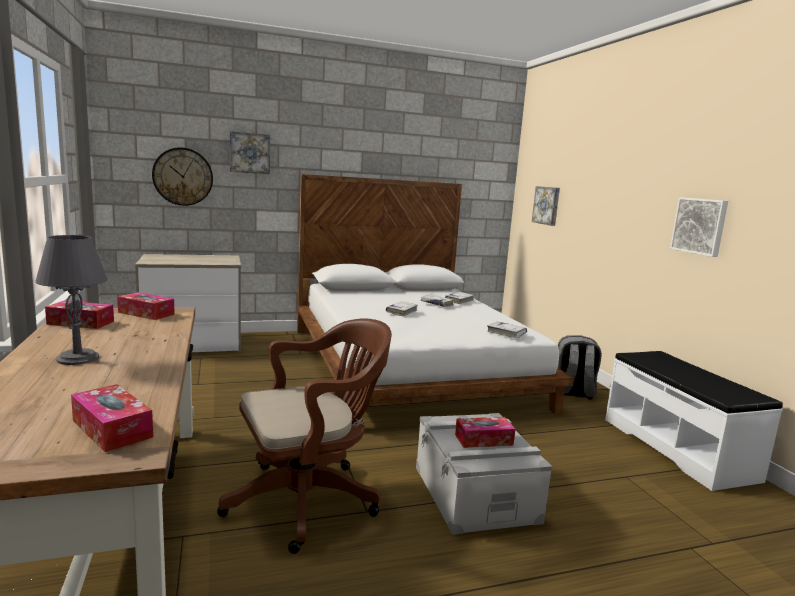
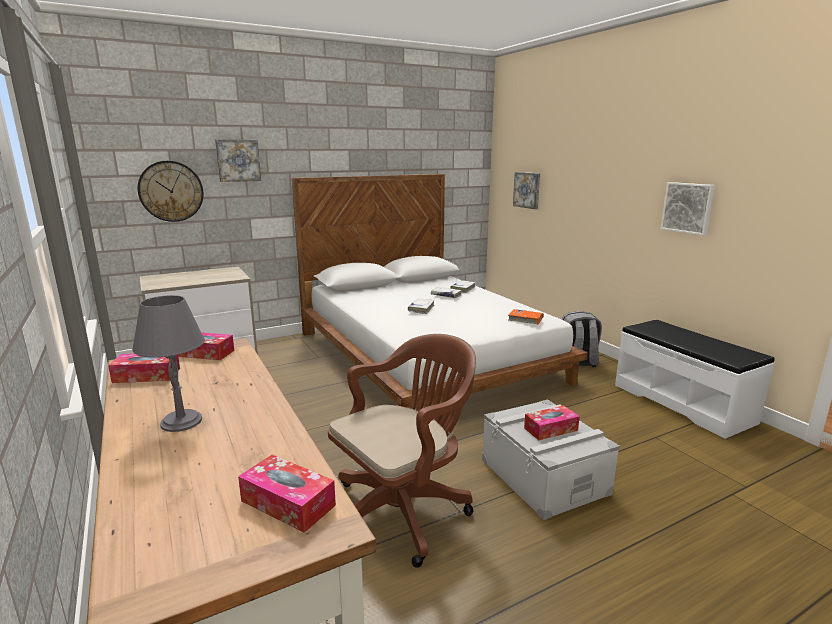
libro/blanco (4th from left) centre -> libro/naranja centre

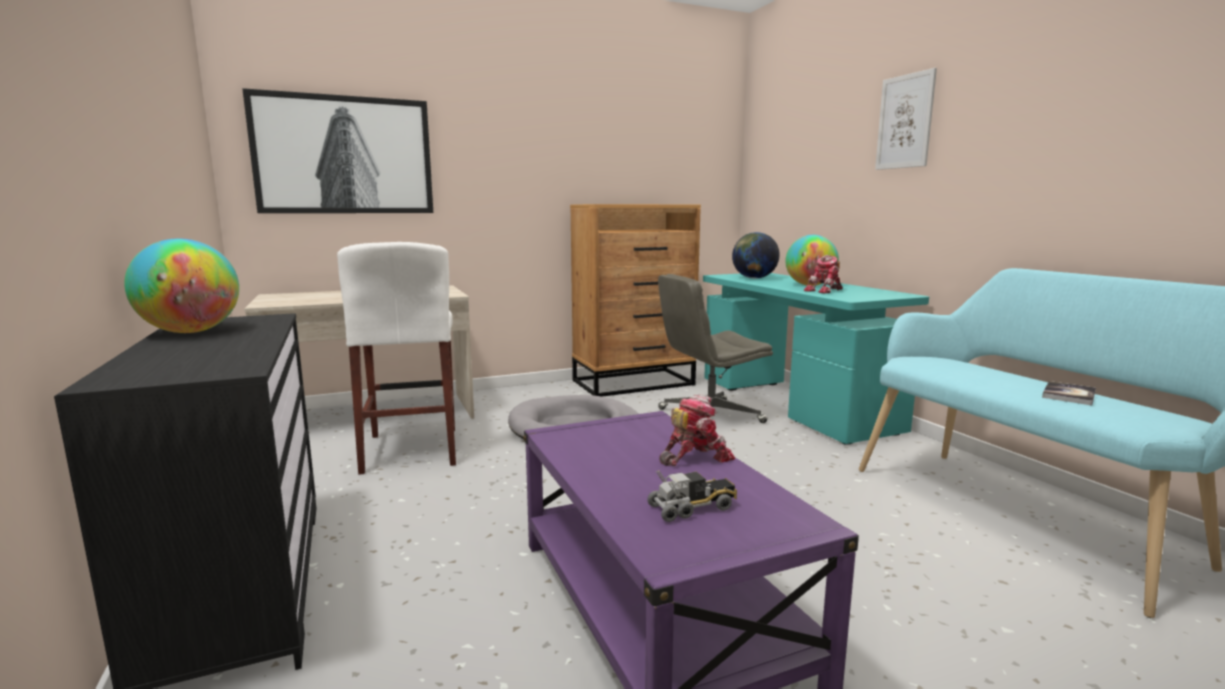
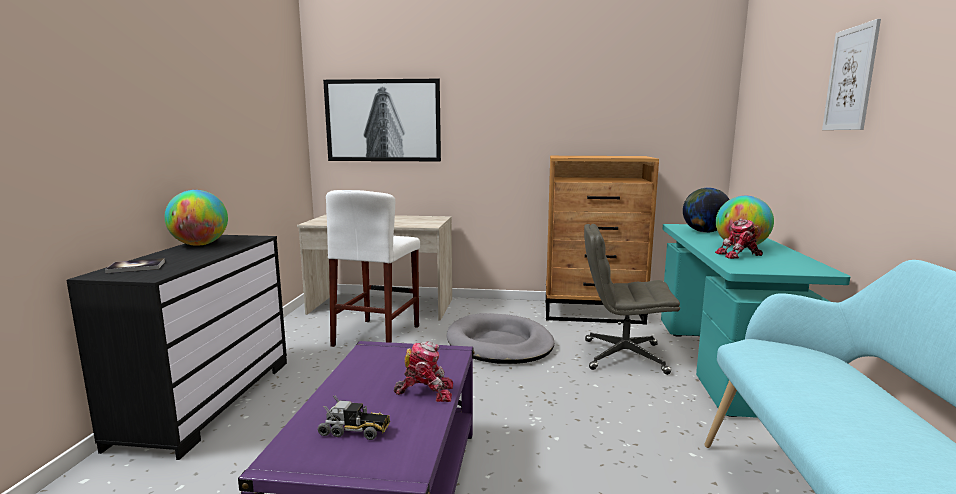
libro middle right -> libro middle left, moved

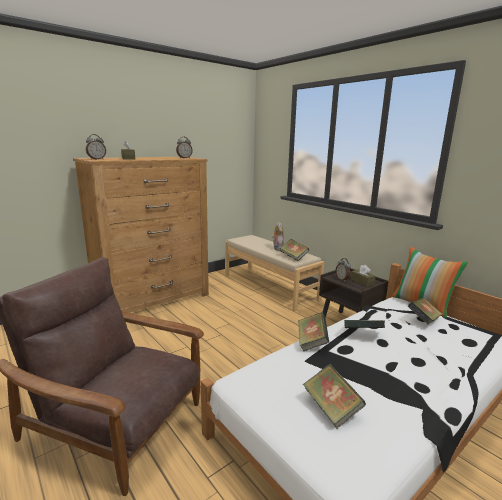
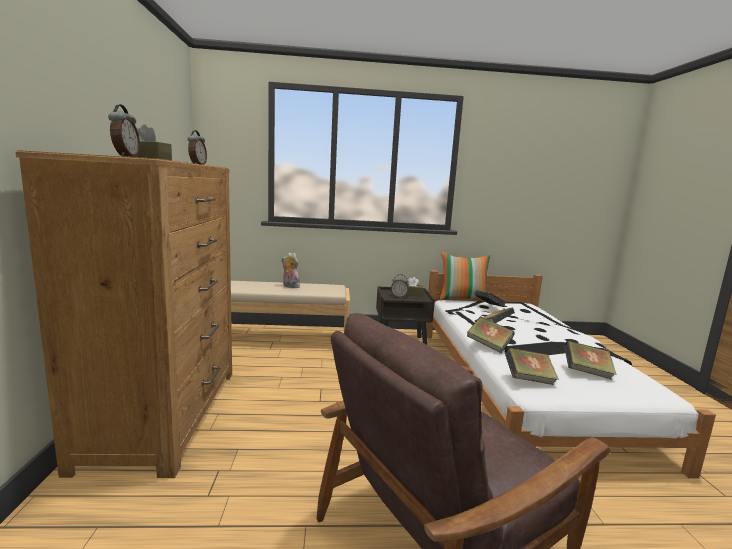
libro (1st from left in the first image) centre -> libro (4th from left) bottom right, moved

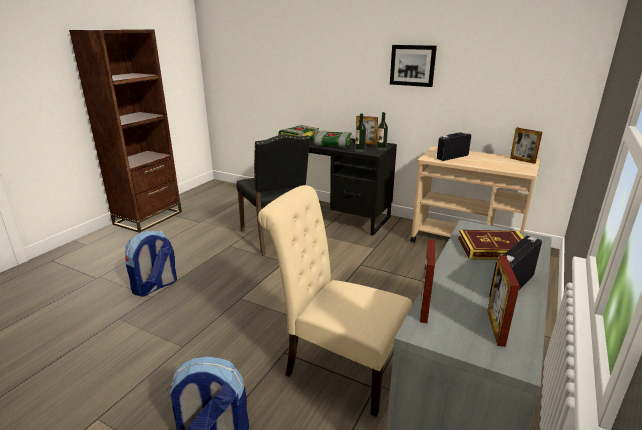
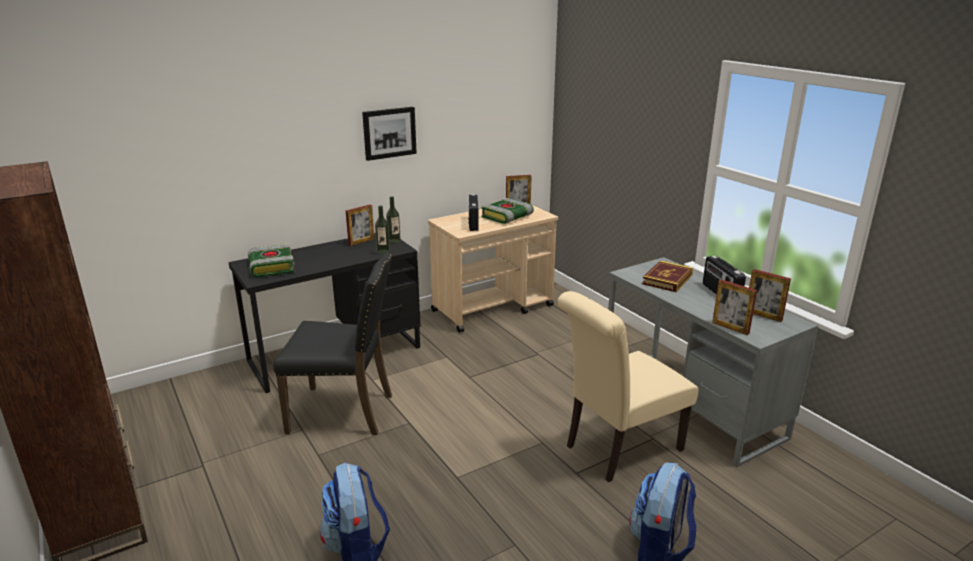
libro (2nd from left) top centre -> libro (2nd from left) centre, moved

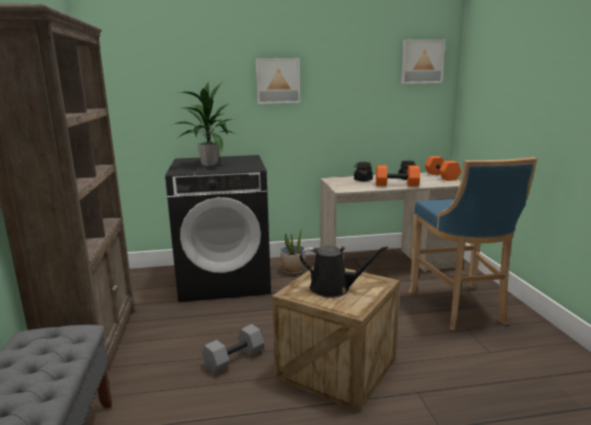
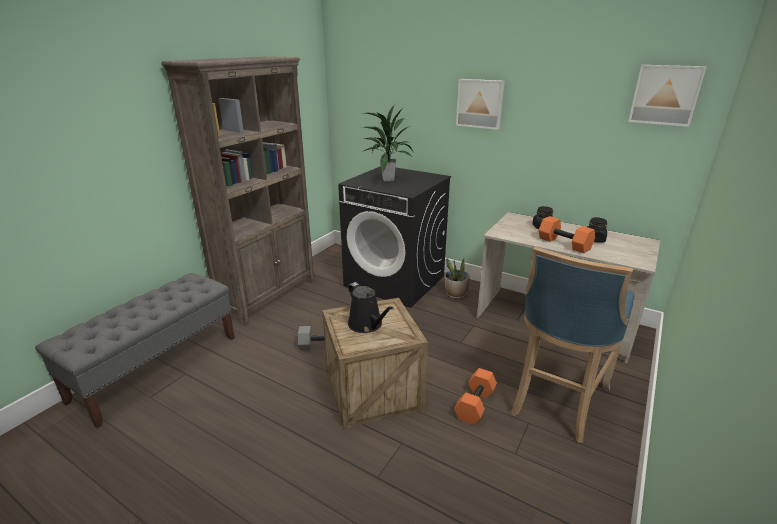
mancuerna/naranja (2nd from left in the first image) middle right -> mancuerna/naranja (1st from left) bottom centre, moved

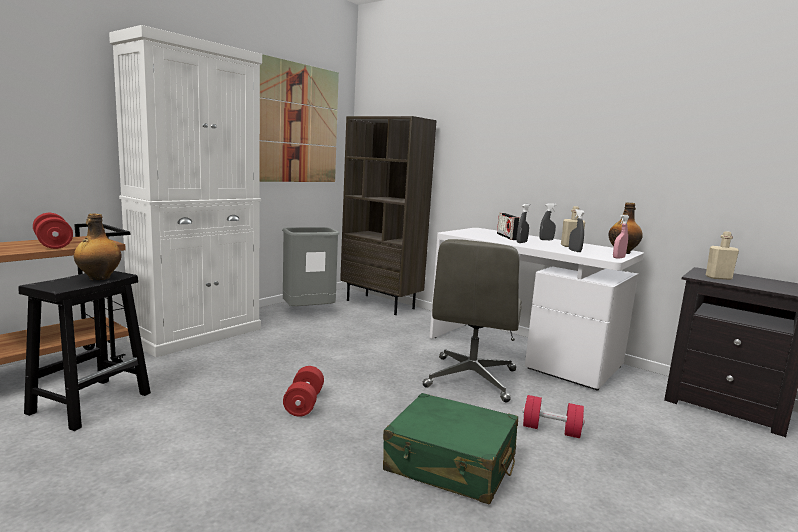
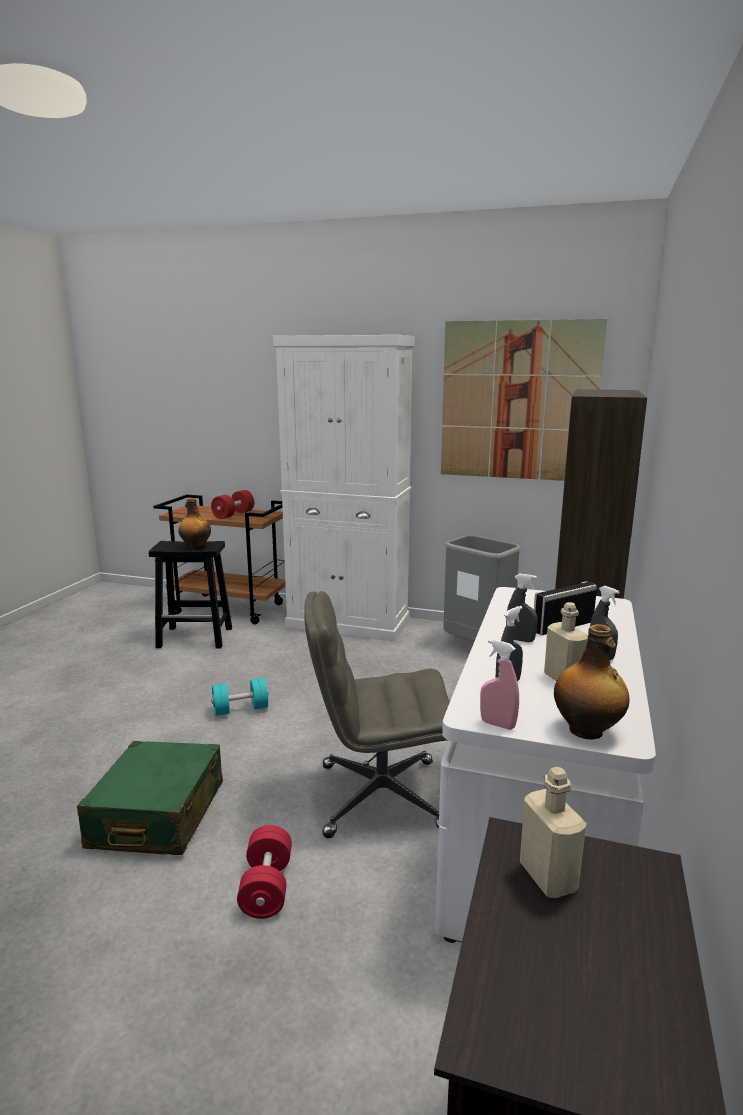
mancuerna/rojo (2nd from left) bottom centre -> mancuerna/turquesa middle left

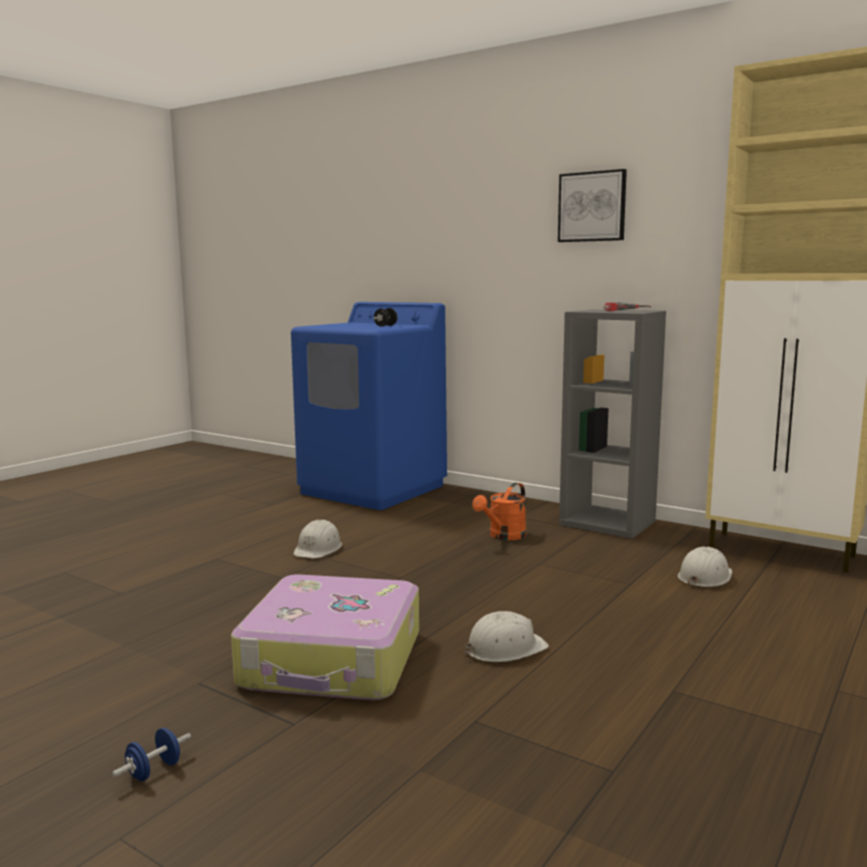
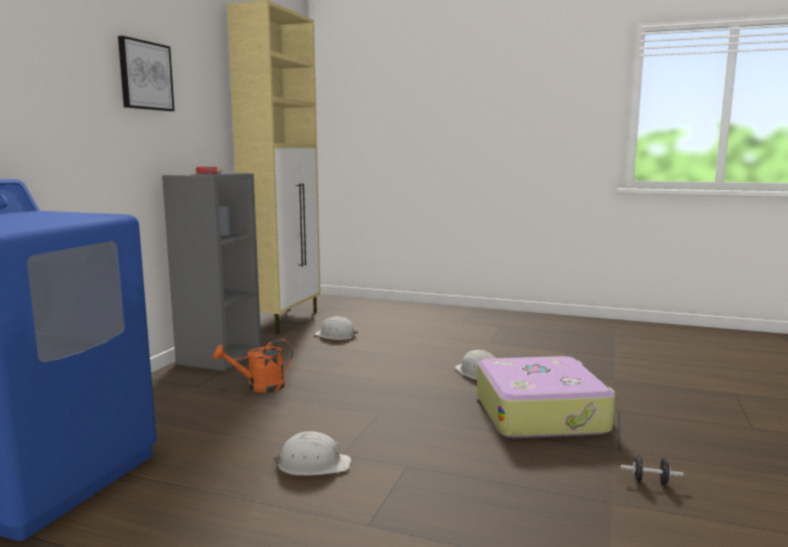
regadera/naranja centre -> regadera/naranja bottom left, 135 degrees clockwise
mancuerna/negro centre -> mancuerna/negro bottom right, moved
mancuerna/azul bottom left -> none

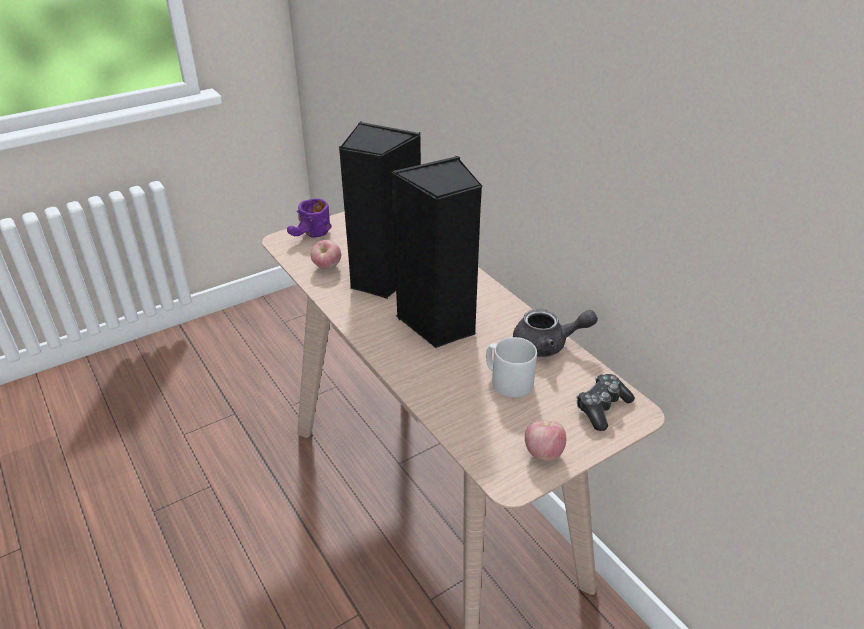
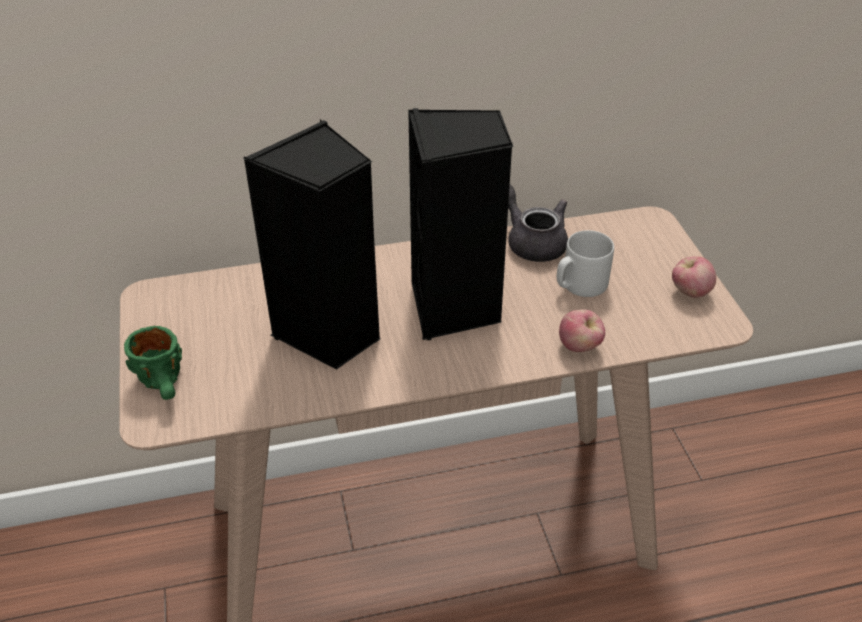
taza grande/morado centre -> taza grande/verde middle left
tetera/gris centre, 60 degrees counterclockwise
manzana (1st from left) centre -> manzana (1st from left) middle right, moved
mando de consola middle right -> none

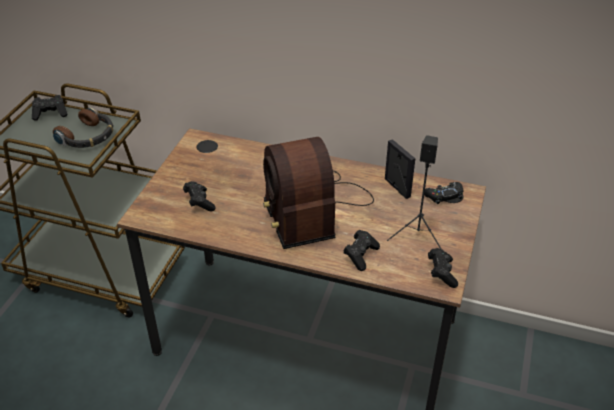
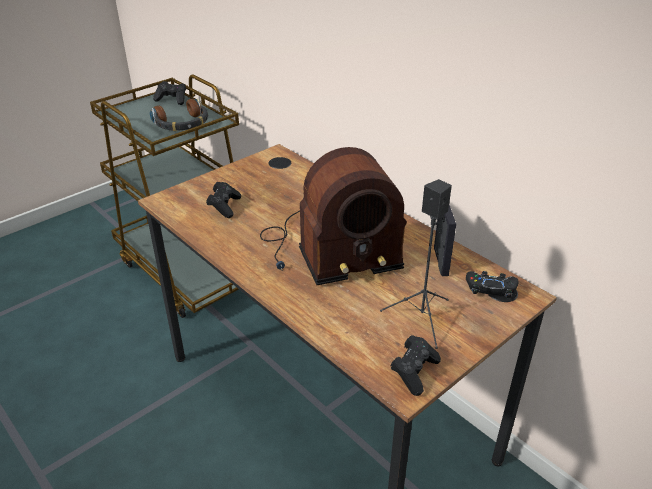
radio centre, 120 degrees counterclockwise
mando de consola/negro (3rd from left) centre -> none

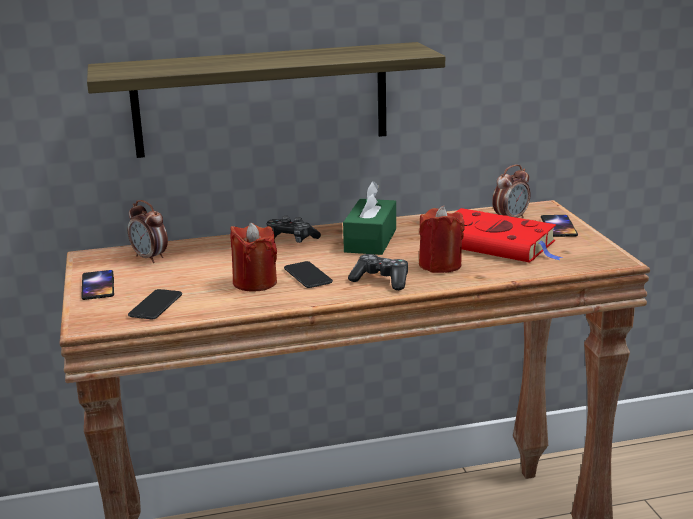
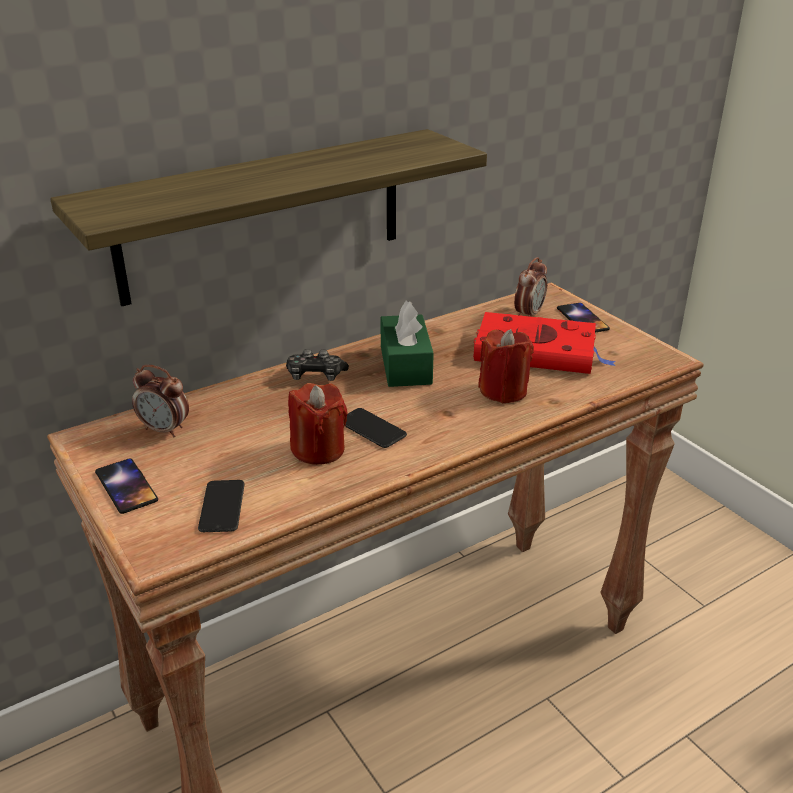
mando de consola (2nd from left) centre -> none

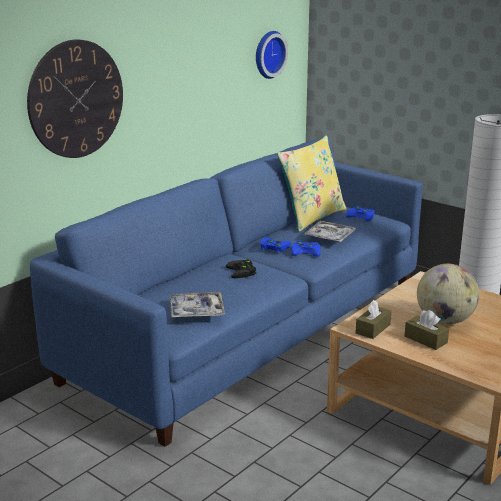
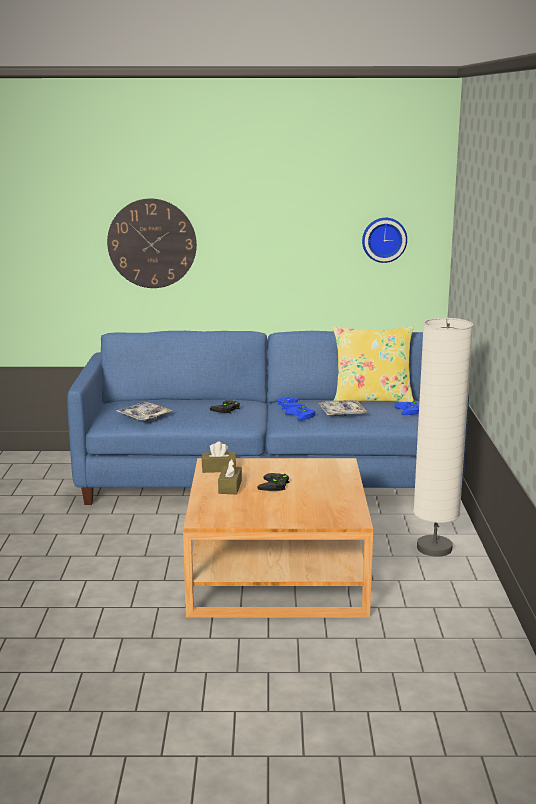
globo terráqueo middle right -> mando de consola/negro (2nd from left) centre

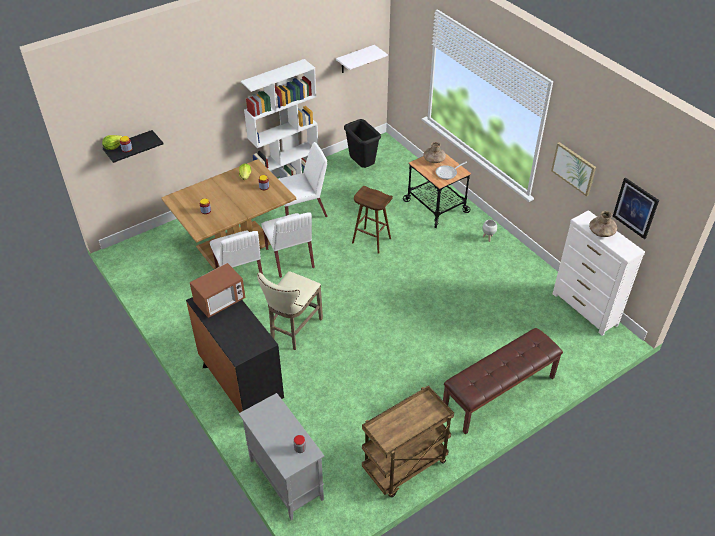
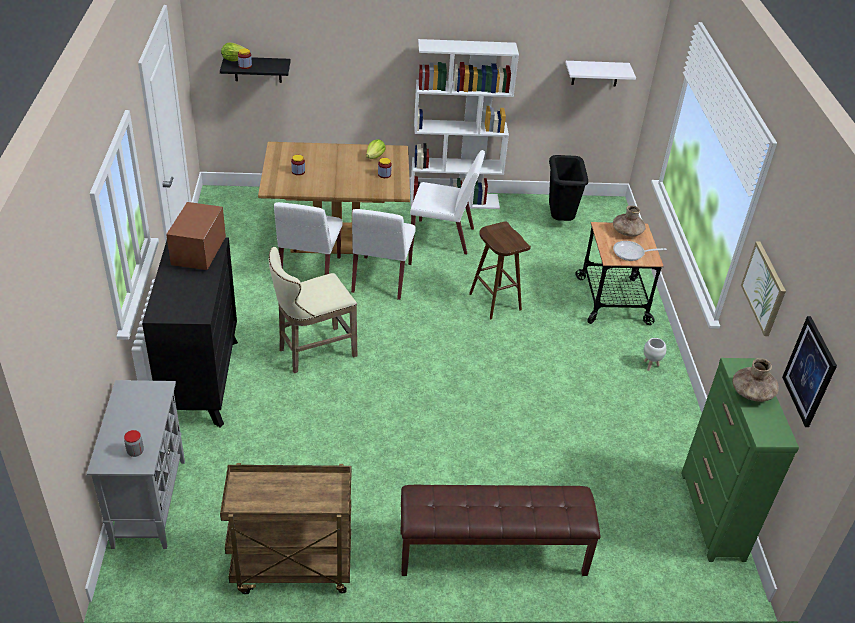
microondas middle left, 105 degrees clockwise
cómoda/blanco middle right -> cómoda/verde bottom right

